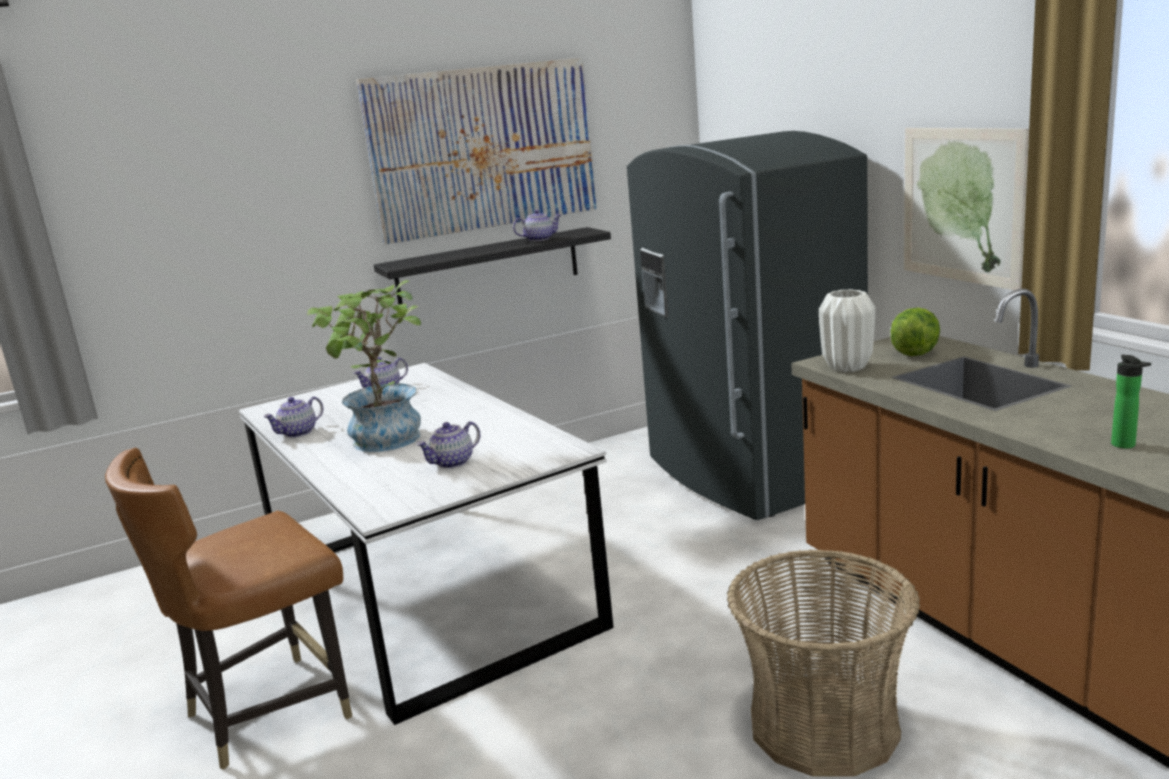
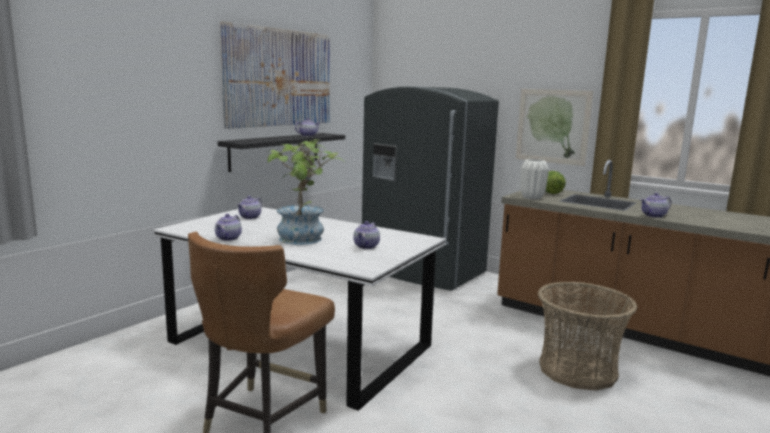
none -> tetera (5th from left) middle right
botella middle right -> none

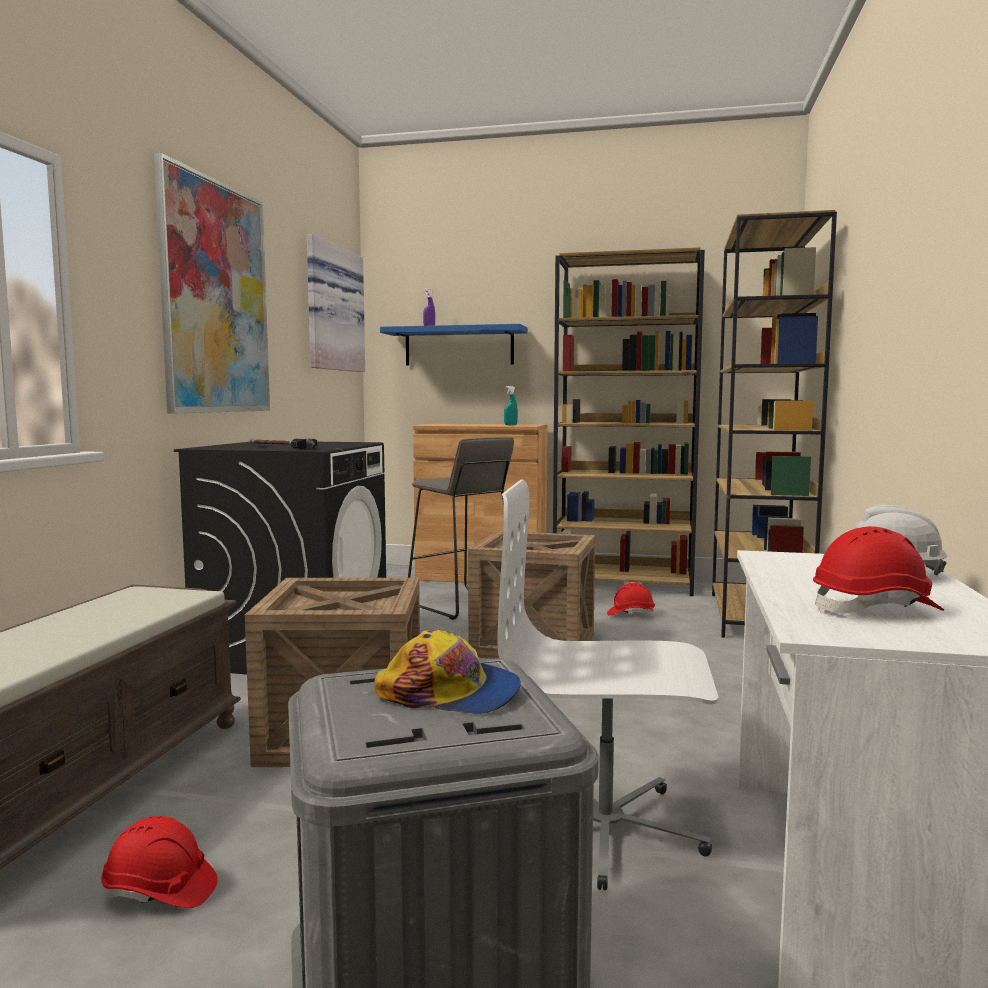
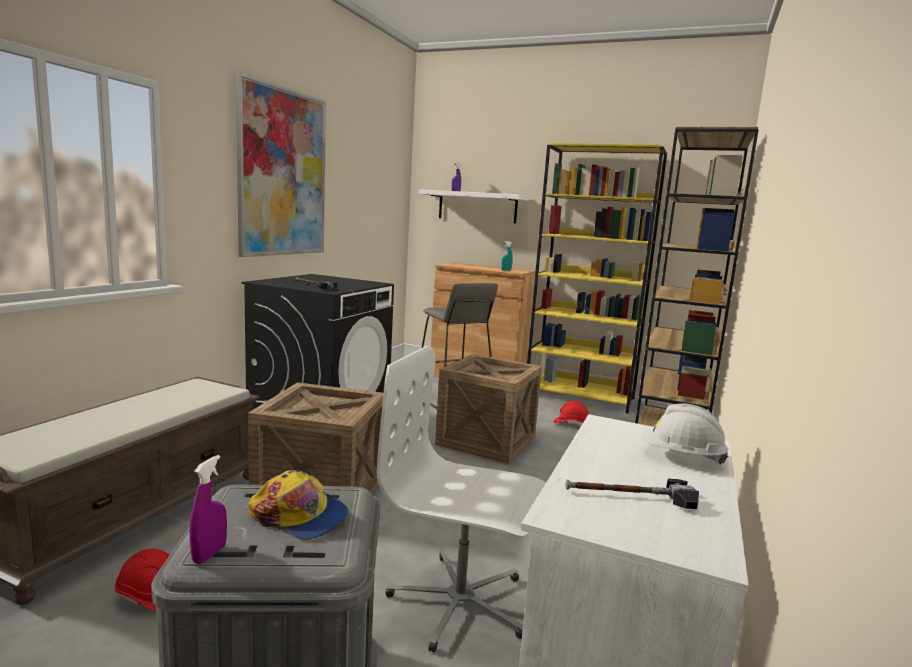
none -> pulverizador/morado (1st from left) bottom left
estante/azul centre -> estante/blanco top centre
estantería/marrón (1st from left) centre -> estantería/amarillo centre
casco/rojo (3rd from left) middle right -> martillo (2nd from left) bottom right
cuadro (2nd from left) top centre -> none

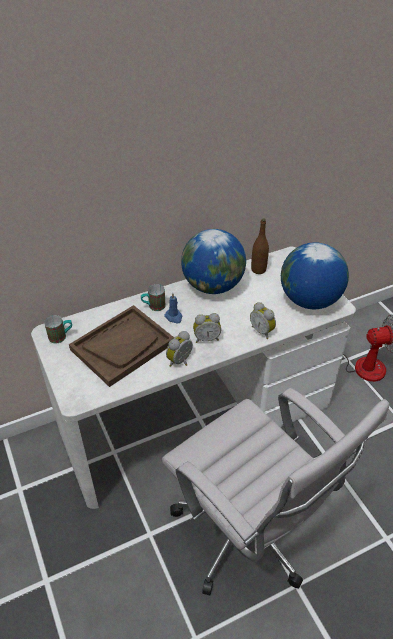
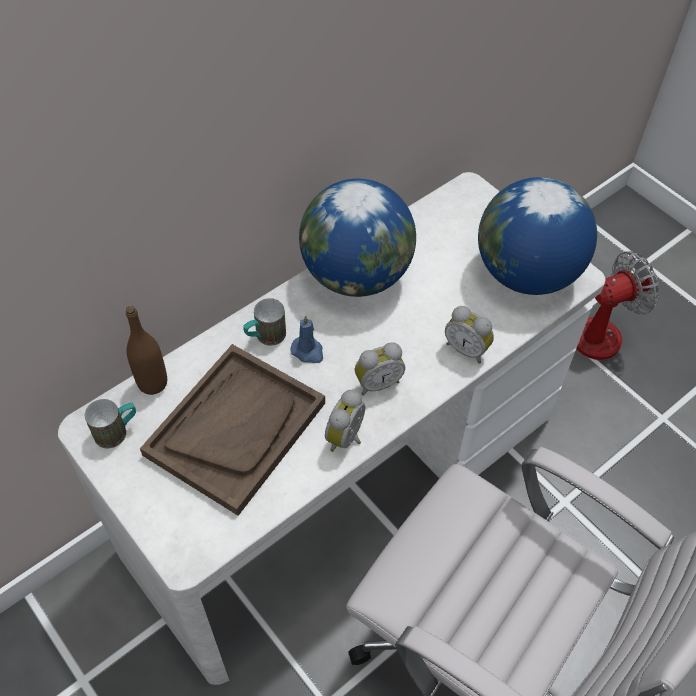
botella/marrón centre -> botella/marrón middle left, moved

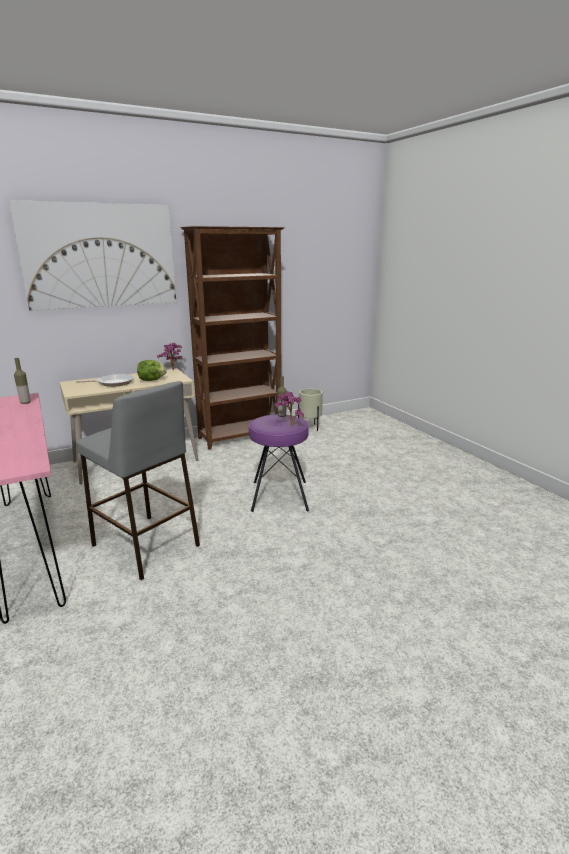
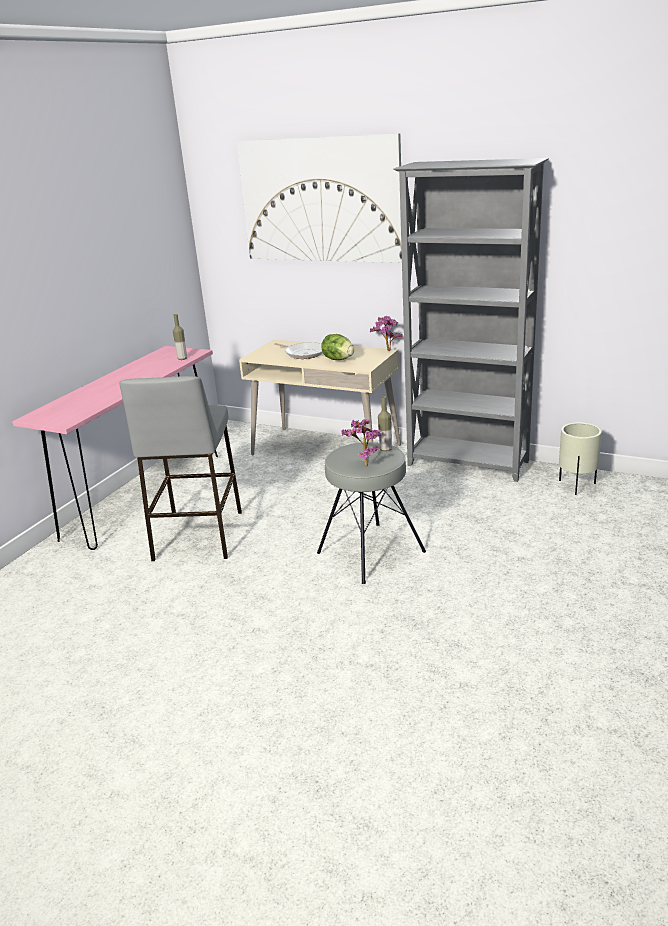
taburete/morado centre -> taburete/gris (2nd from left) centre
estantería/marrón centre -> estantería/gris middle right

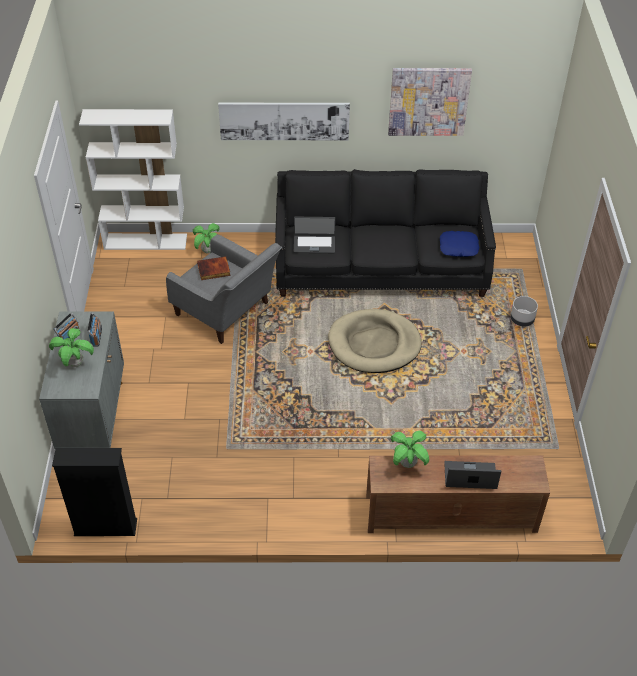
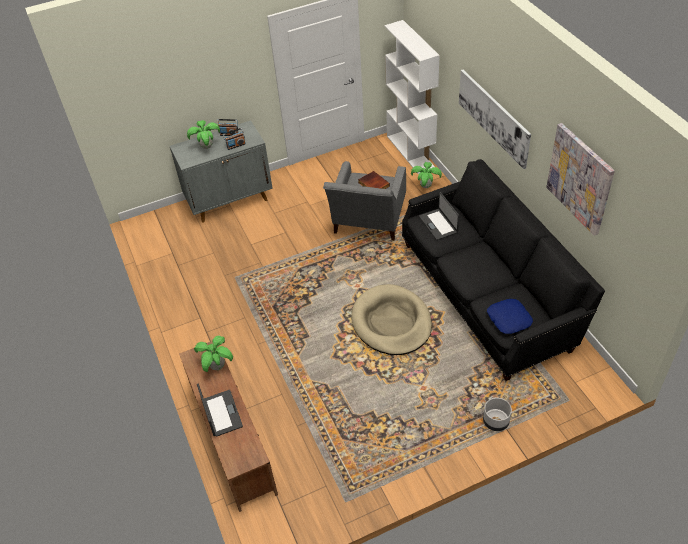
estantería/negro bottom left -> none

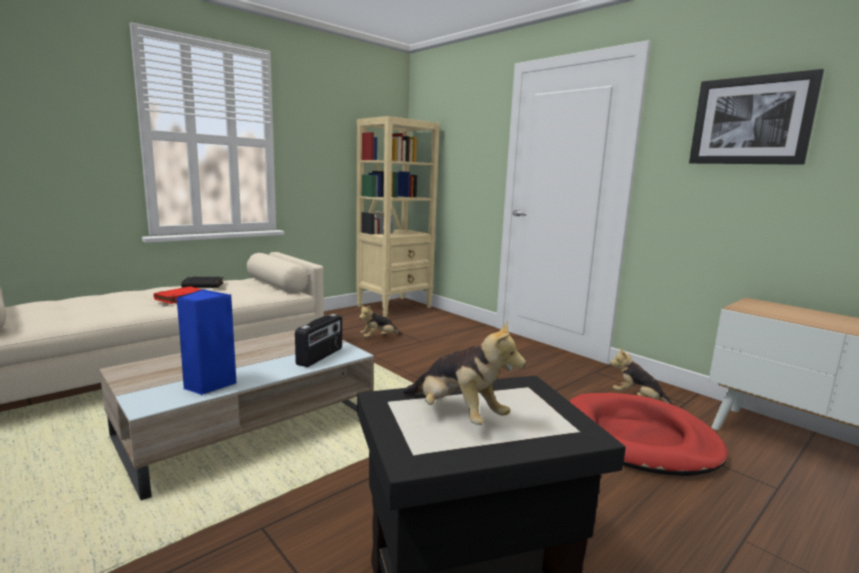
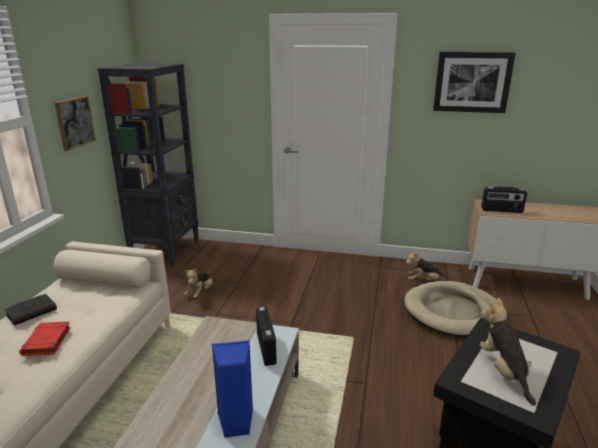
none -> cuadro (1st from left) top left
estantería/beis centre -> estantería/negro middle left
cama para perro/rojo bottom right -> cama para perro/beis bottom right
peluche (2nd from left in the first image) centre -> peluche (3rd from left) bottom right, 105 degrees counterclockwise
none -> radio (2nd from left) middle right

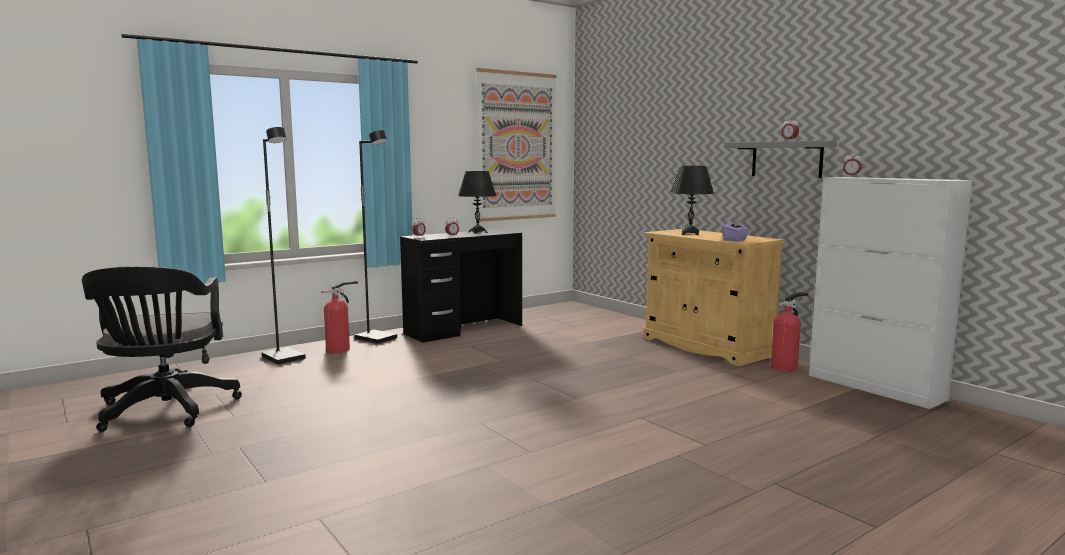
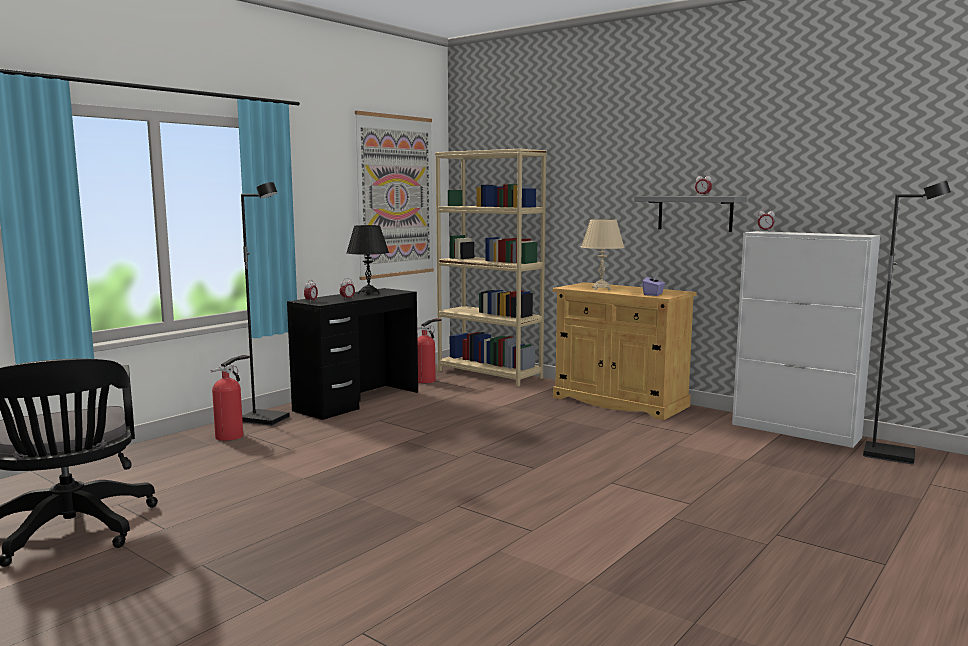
extintor (2nd from left) middle right -> extintor (2nd from left) centre, moved
none -> estantería/beis centre
lámpara de mesa/negro (2nd from left) centre -> lámpara de mesa/beis centre
lámpara de pie/negro (1st from left in the first image) middle left -> lámpara de pie/negro (2nd from left) middle right, moved

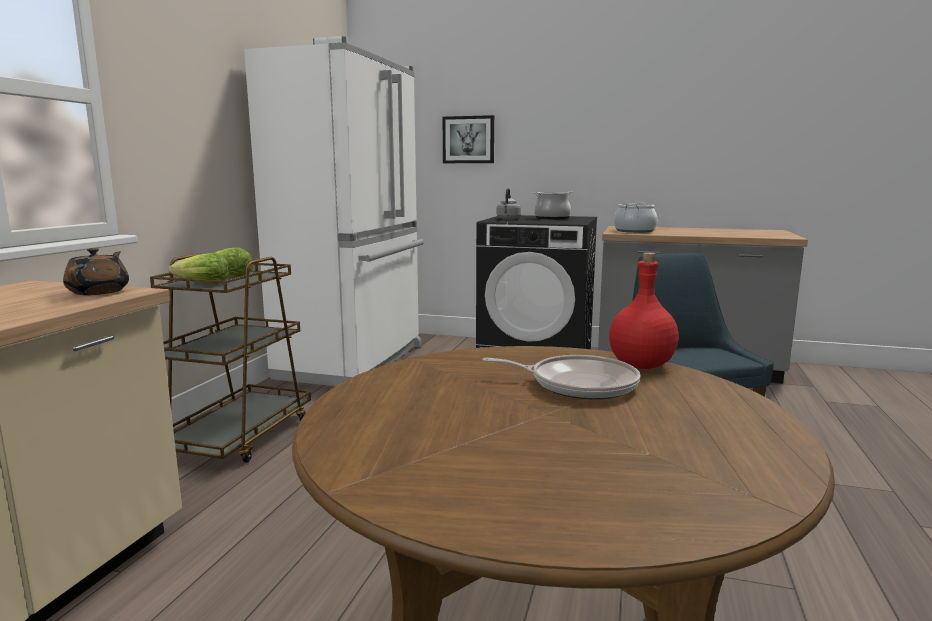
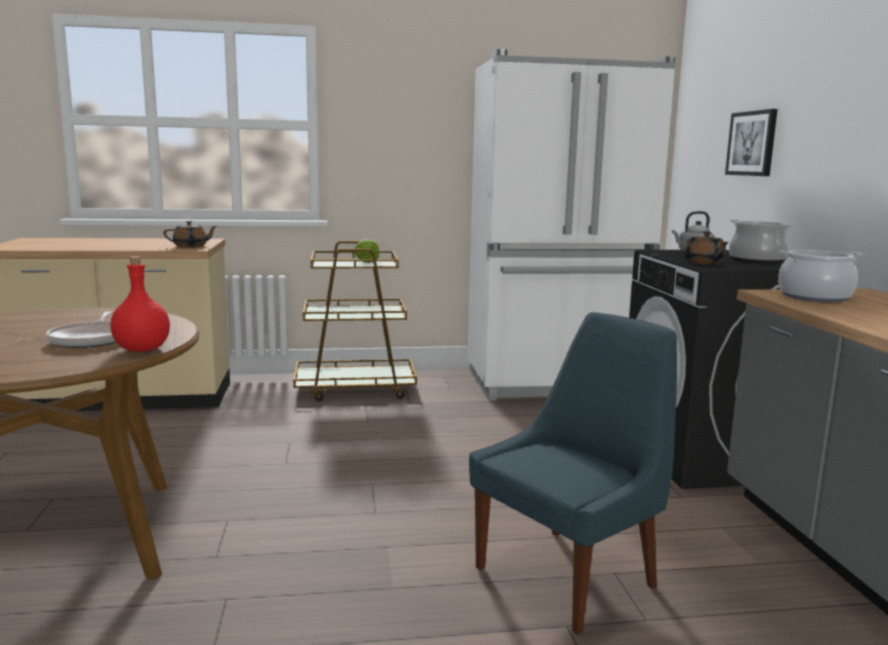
none -> tetera/marrón (2nd from left) middle right
lechuga (1st from left) middle left -> none

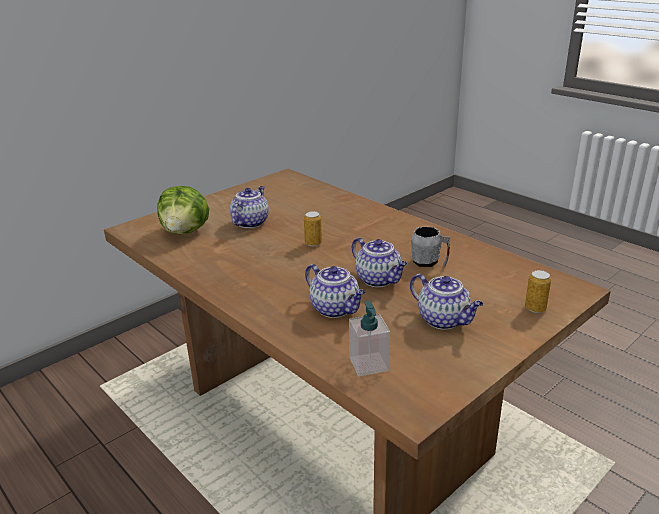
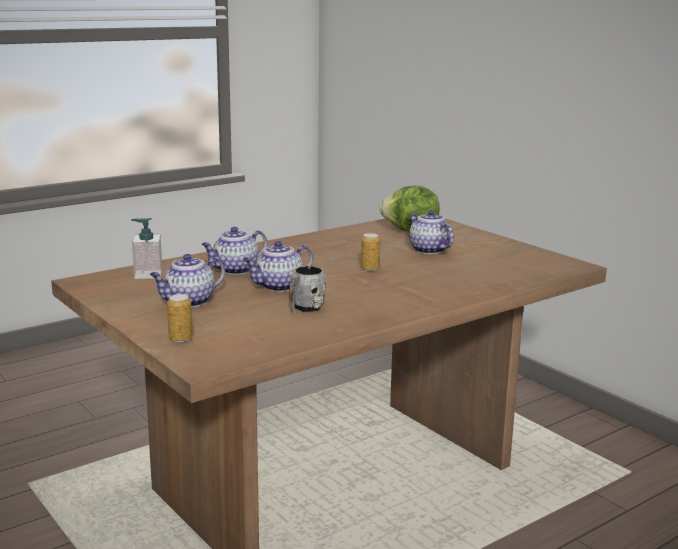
tetera (1st from left in the first image) centre -> tetera (4th from left) centre, 150 degrees counterclockwise

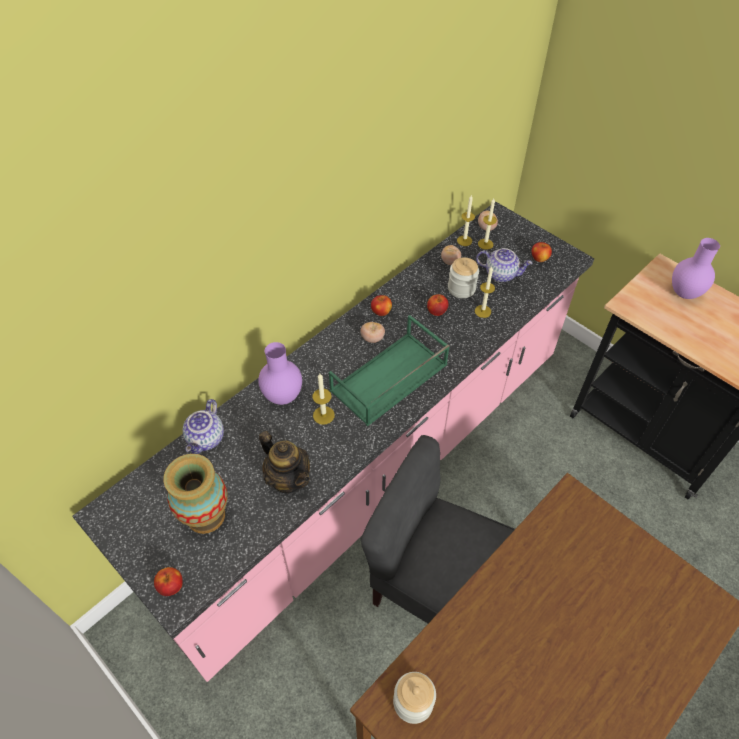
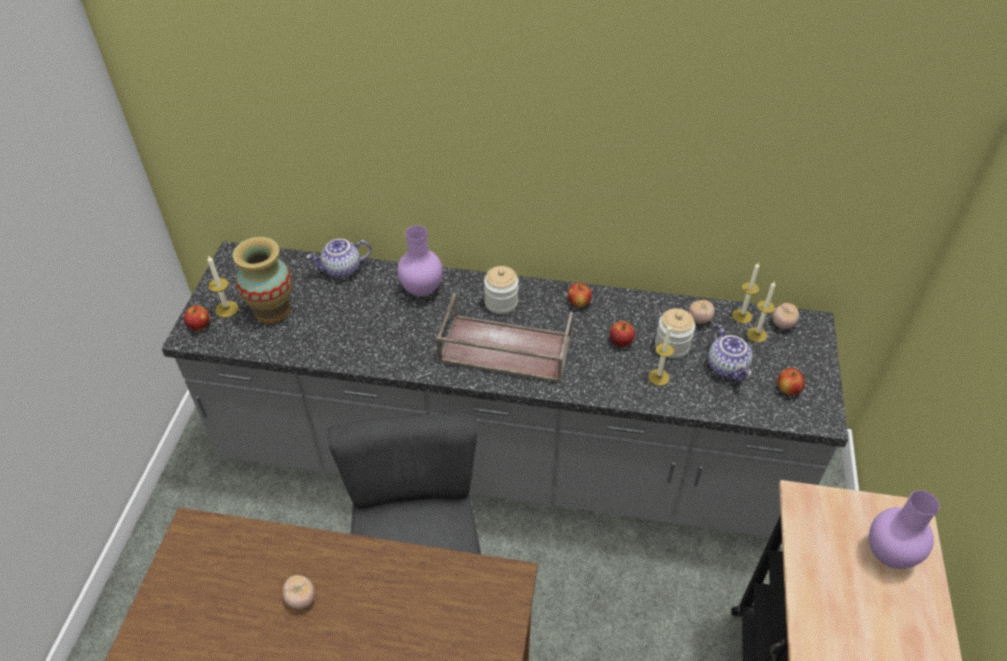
mueble bajo de cocina/rosa centre -> mueble bajo de cocina/gris centre
vela (1st from left) centre -> vela (1st from left) middle left, moved
tomate (1st from left) centre -> tomate (1st from left) bottom left, moved
bandeja/verde centre -> bandeja/marrón centre
tarro (1st from left) bottom centre -> tarro (1st from left) centre, moved
tetera (2nd from left) centre -> none

